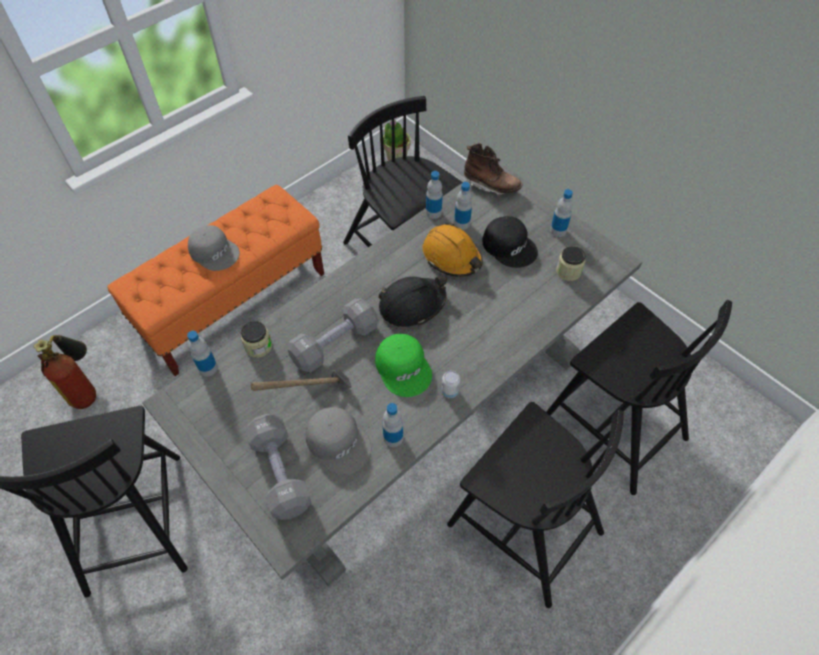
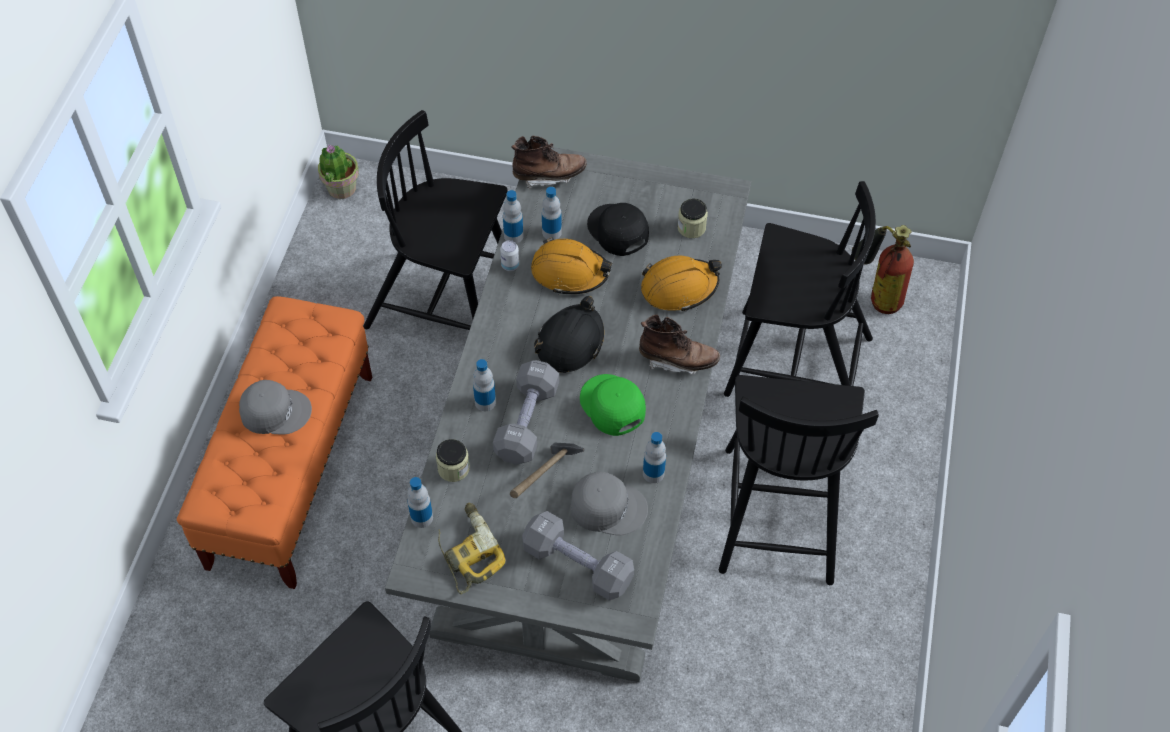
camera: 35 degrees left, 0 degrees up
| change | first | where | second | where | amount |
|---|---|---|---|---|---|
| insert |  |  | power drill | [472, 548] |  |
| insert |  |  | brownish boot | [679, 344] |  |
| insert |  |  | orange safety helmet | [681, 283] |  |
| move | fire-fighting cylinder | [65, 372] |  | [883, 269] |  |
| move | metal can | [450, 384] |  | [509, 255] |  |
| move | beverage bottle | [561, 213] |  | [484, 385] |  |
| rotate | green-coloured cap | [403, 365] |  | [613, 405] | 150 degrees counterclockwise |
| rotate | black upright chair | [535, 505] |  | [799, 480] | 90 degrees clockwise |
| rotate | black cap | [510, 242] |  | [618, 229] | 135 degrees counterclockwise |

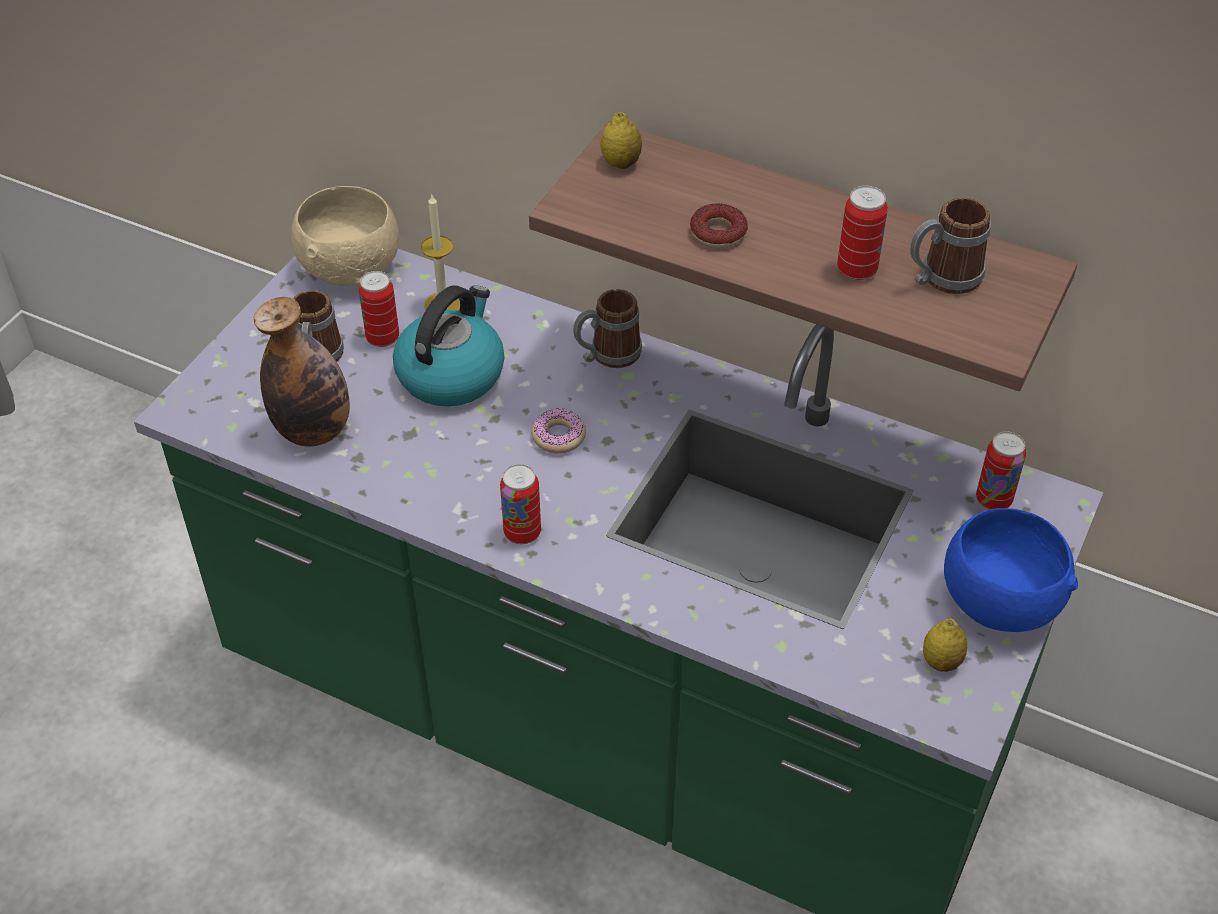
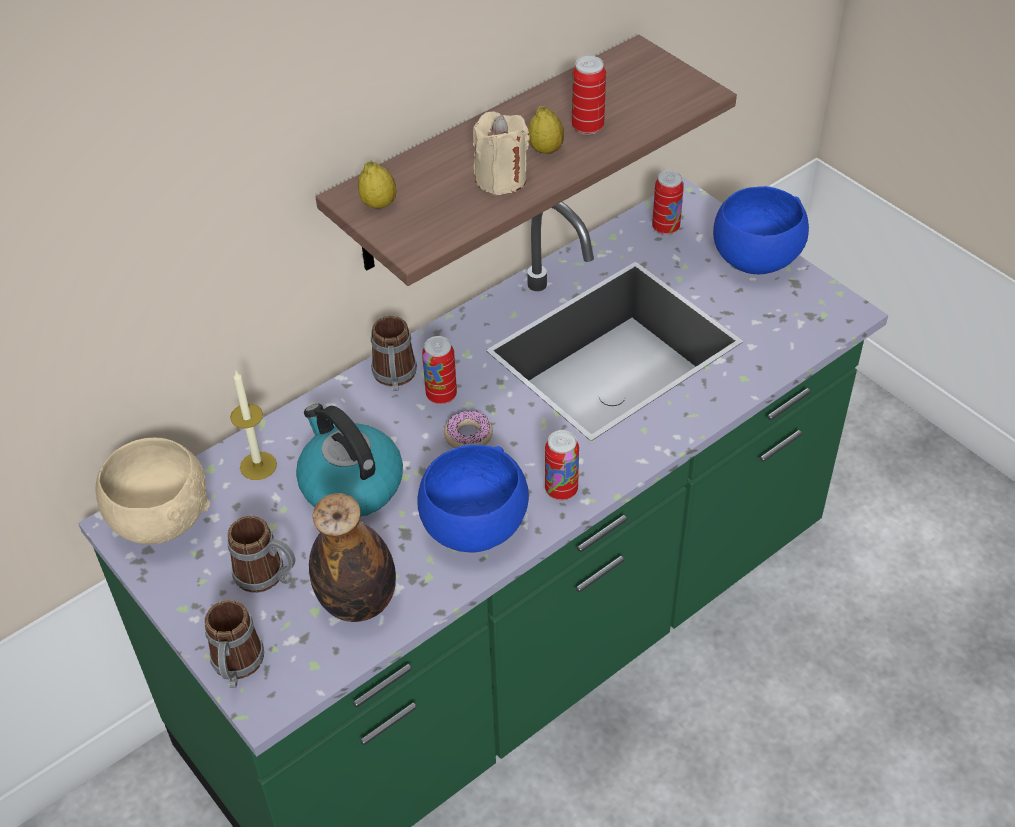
camera: 65 degrees left, 0 degrees up
| change | first | where | second | where | amount |
|---|---|---|---|---|---|
| insert |  |  | blue serving bowl | [473, 498] |  |
| move | metal can | [379, 309] |  | [439, 370] |  |
| move | tea mug | [950, 245] |  | [234, 644] |  |
| move | whole lemon | [945, 645] |  | [546, 130] |  |
| replace | ring doughnut | [719, 225] | sand-coloured wax light | [501, 153] |  |

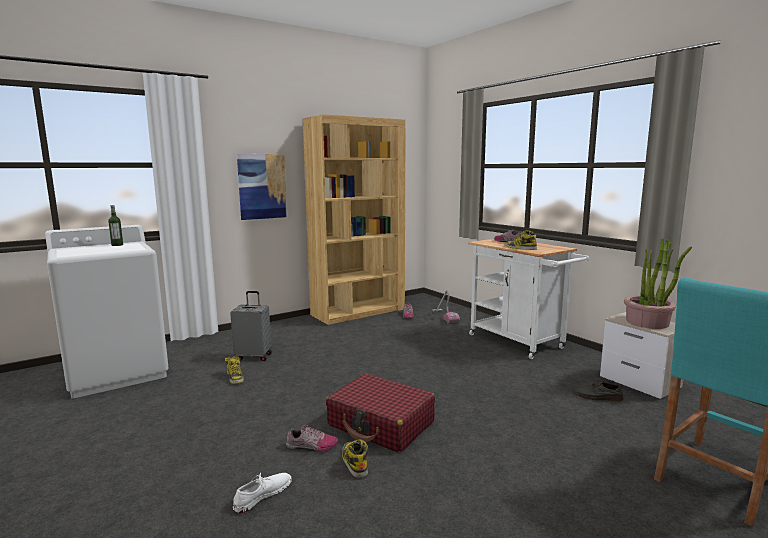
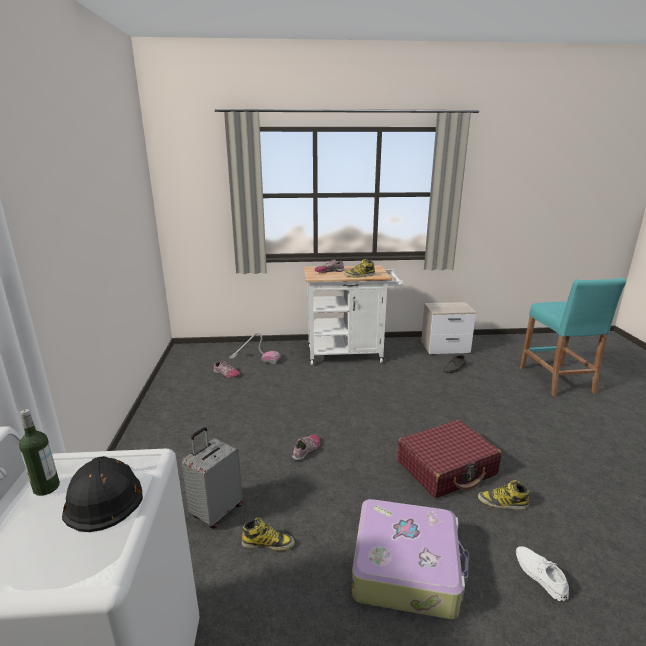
camera: 60 degrees left, 10 degrees up
| change | first | where | second | where | amount |
|---|---|---|---|---|---|
| delete | wall picture | [262, 187] |  |  |  |
| delete | brownish bookshelf | [354, 219] |  |  |  |
| delete | houseplant | [658, 283] |  |  |  |
| insert |  |  | black safety helmet | [102, 494] |  |
| insert |  |  | piece of luggage | [410, 559] |  |
| move | item of footwear | [312, 438] |  | [306, 447] |  |

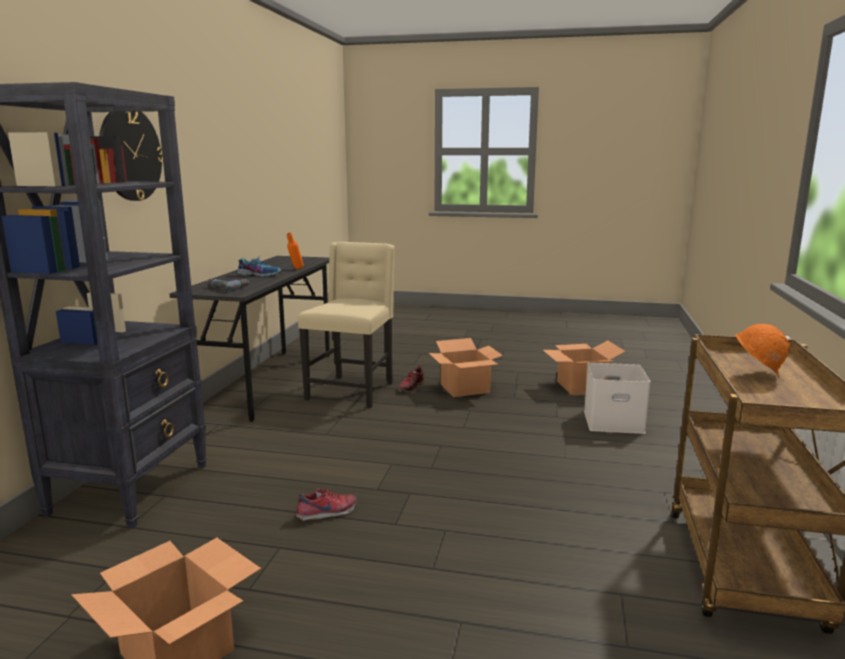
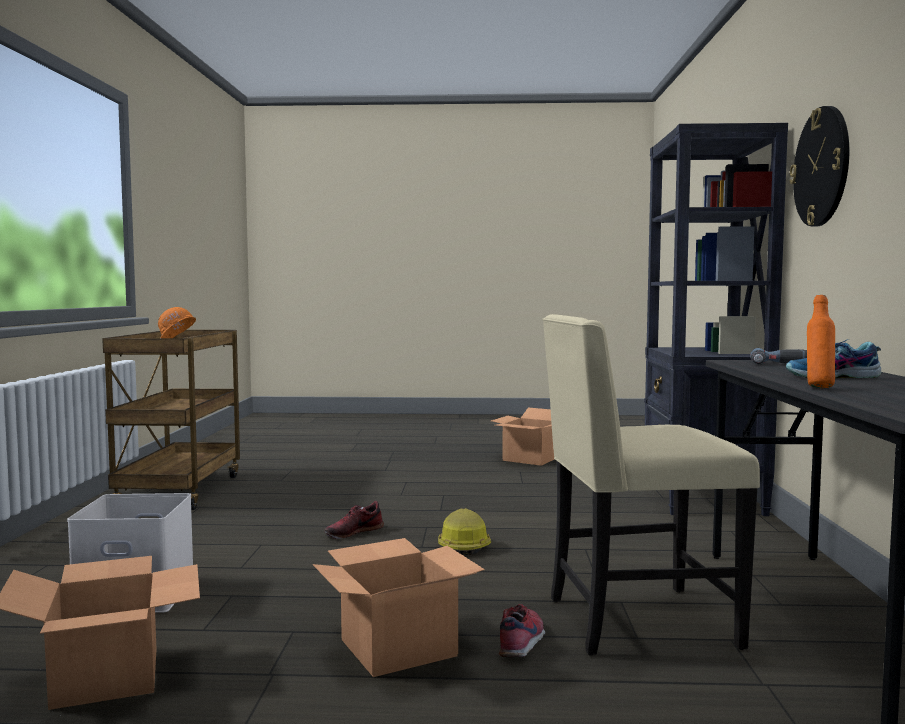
camera: 170 degrees right, 10 degrees down
| change | first | where | second | where | amount |
|---|---|---|---|---|---|
| insert |  |  | safety helmet | [464, 532] |  |
| move | item of footwear | [326, 505] |  | [354, 520] |  |
| rotate | sand-coloured upright chair | [346, 325] |  | [651, 485] | 75 degrees clockwise |

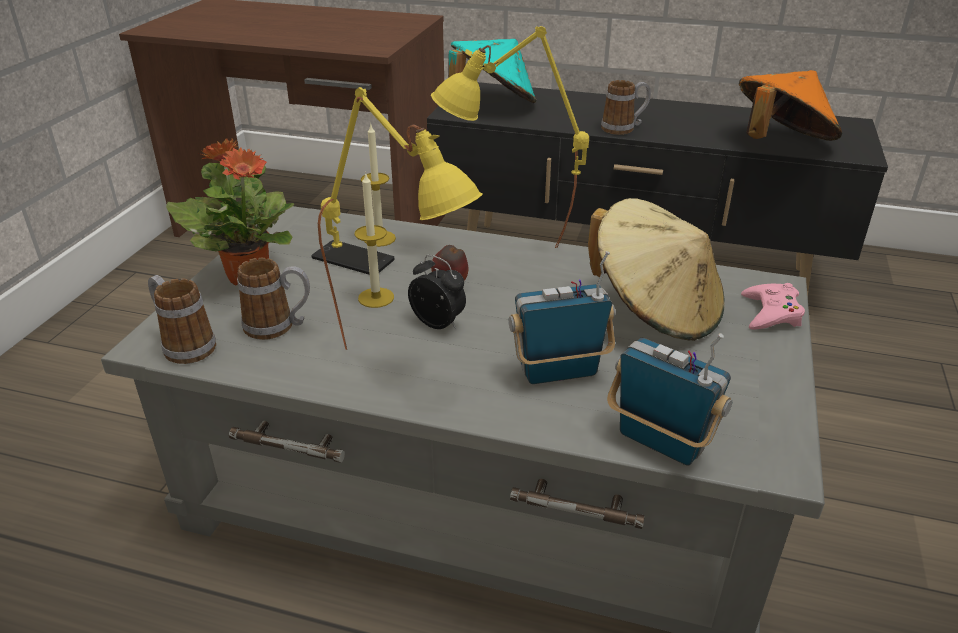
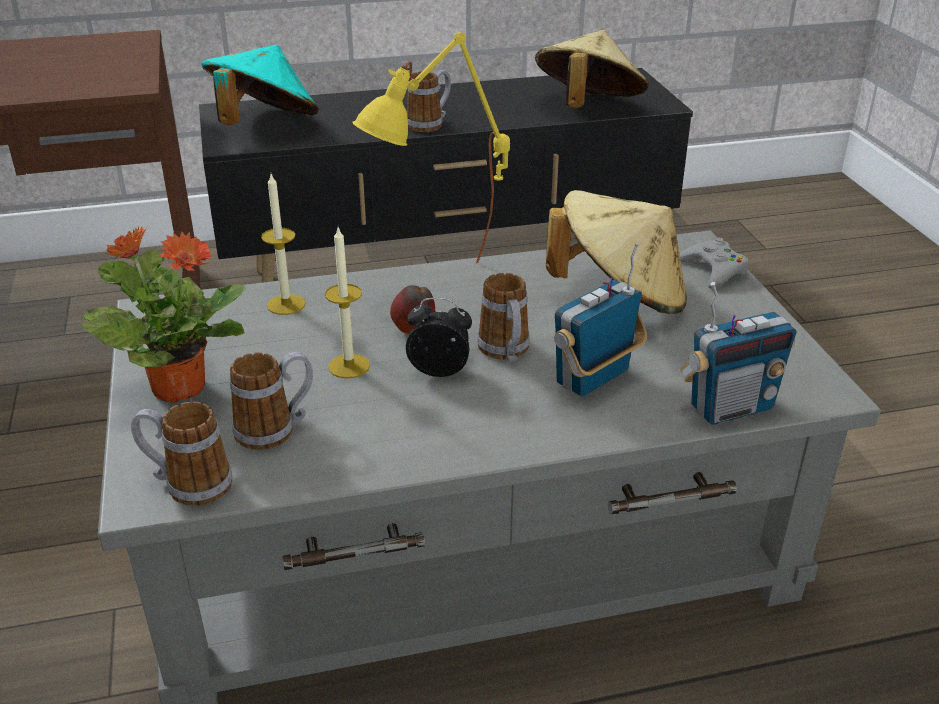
camera: 30 degrees left, 0 degrees up
| change | first | where | second | where | amount |
|---|---|---|---|---|---|
| delete | phone | [352, 257] |  |  |  |
| delete | yellow-coloured tabletop lamp | [400, 218] |  |  |  |
| insert |  |  | tea mug | [503, 317] |  |
| recolor | orange wearable hat | [790, 105] | sand-coloured wearable hat | [592, 69] |  |
| recolor | pinkish joypad | [773, 306] | grey joypad | [714, 263] |  |
| rotate | radio | [669, 399] |  | [738, 353] | 150 degrees clockwise |

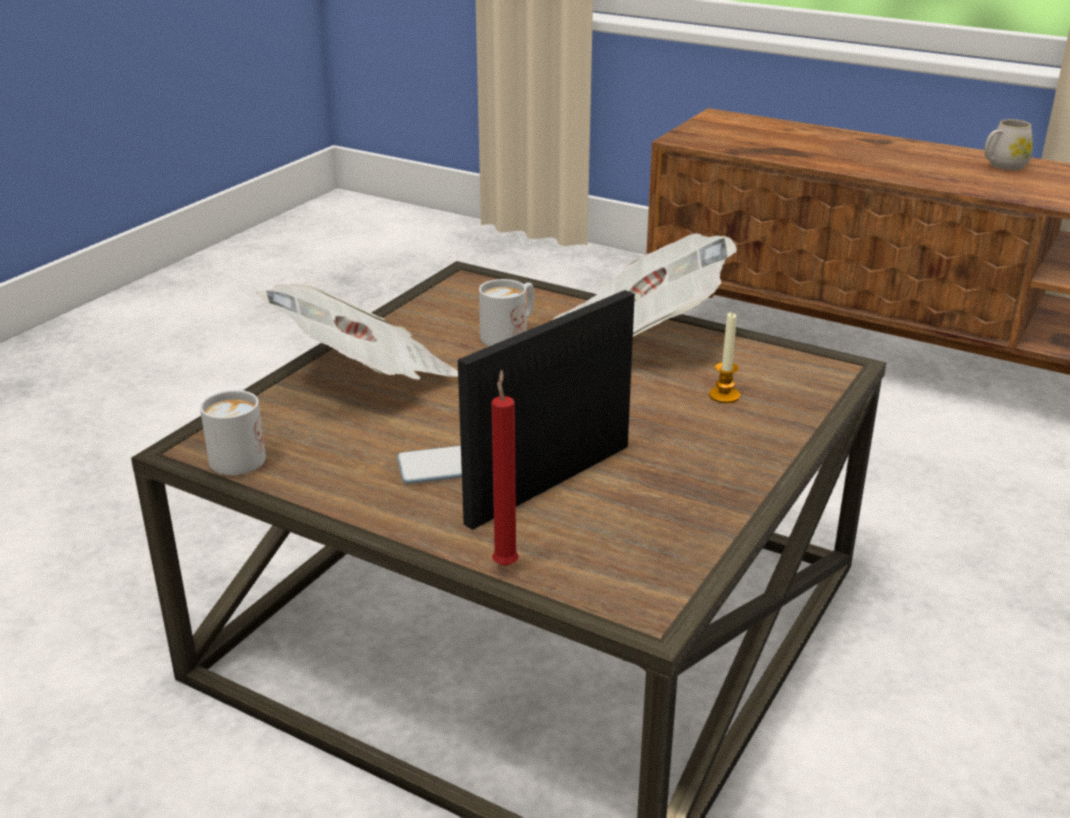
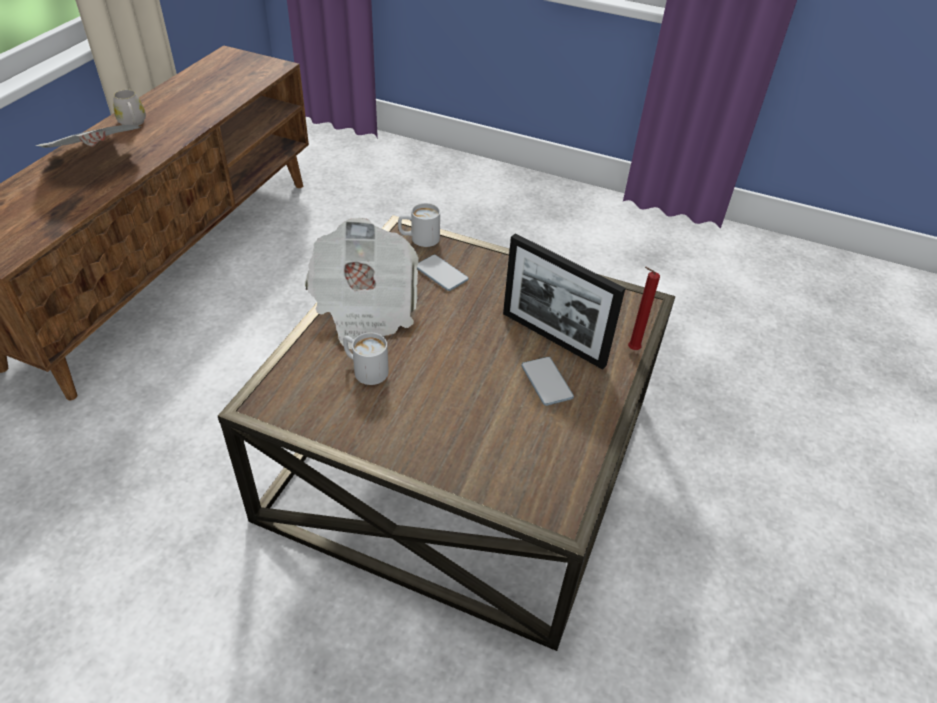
camera: 100 degrees left, 15 degrees up
| change | first | where | second | where | amount |
|---|---|---|---|---|---|
| move | whitish tea mug | [233, 431] |  | [419, 225] |  |
| move | newspaper | [357, 332] |  | [88, 136] |  |
| replace | wax light | [724, 358] | phone | [443, 273] |  |

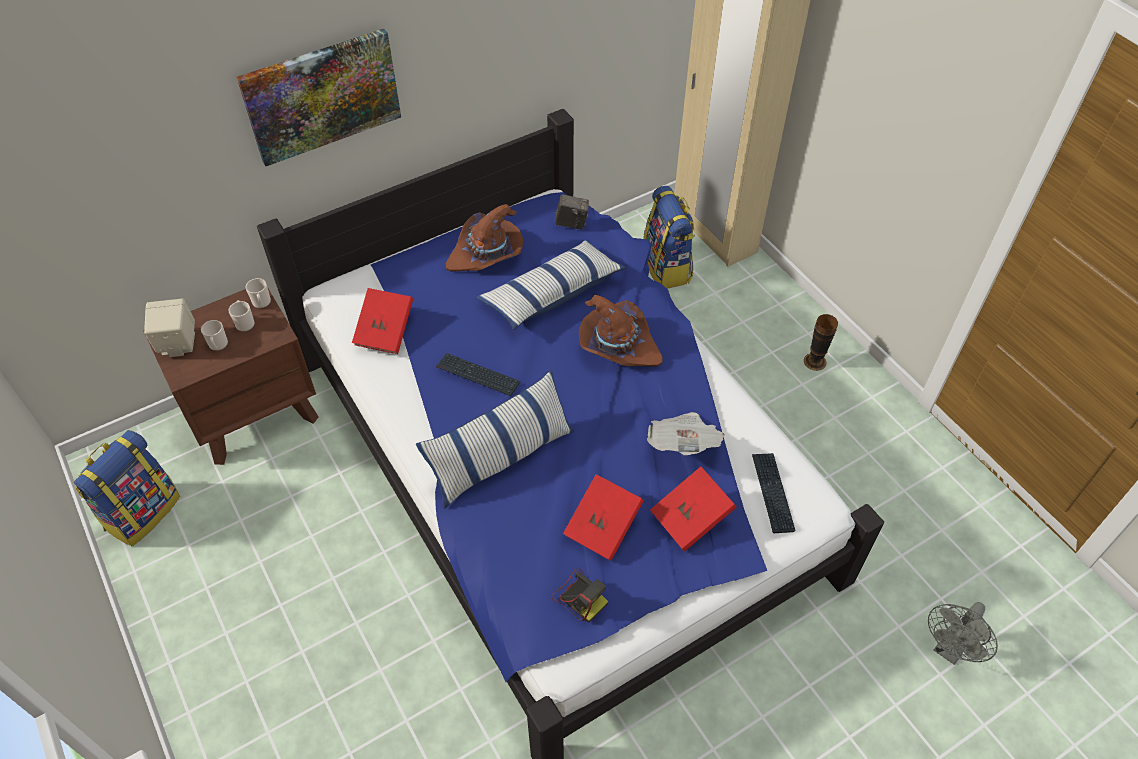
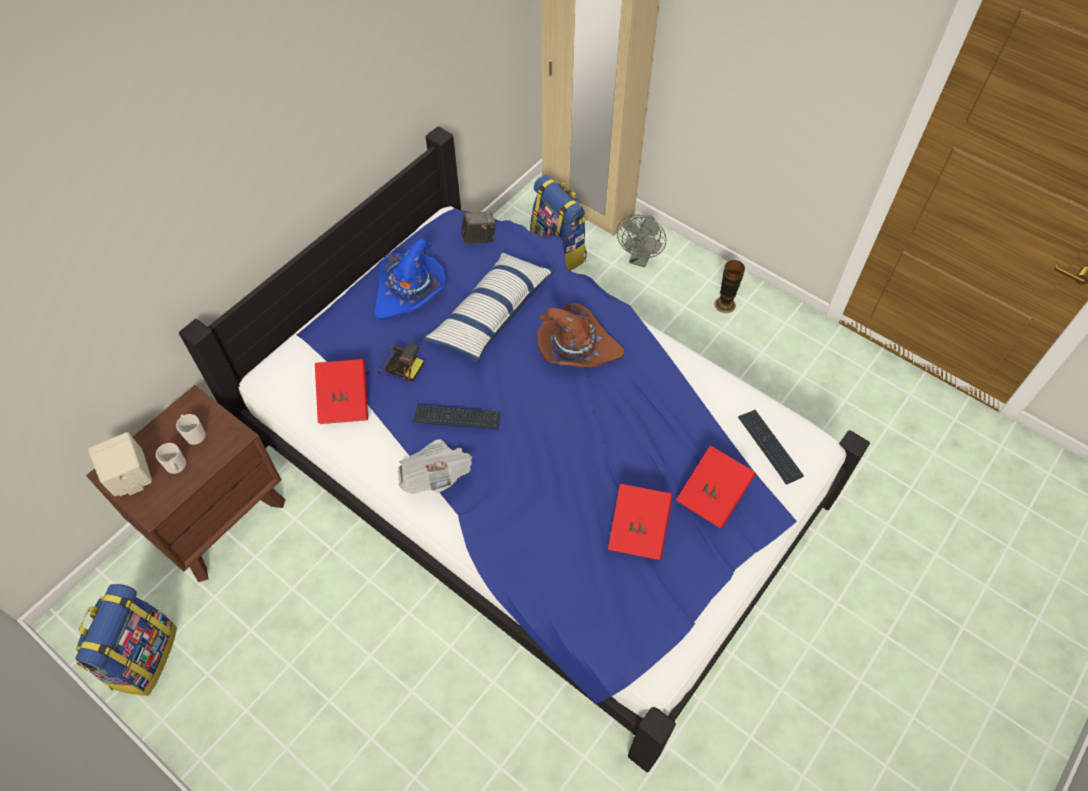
camera: 20 degrees left, 5 degrees up
| change | first | where | second | where | amount |
|---|---|---|---|---|---|
| delete | wall picture | [318, 97] |  |  |  |
| delete | tea mug | [258, 293] |  |  |  |
| delete | cushion | [495, 439] |  |  |  |
| move | photo camera | [579, 596] |  | [400, 362] |  |
| move | newspaper | [686, 433] |  | [435, 466] |  |
| move | grey fan | [963, 633] |  | [642, 240] |  |
| recolor | brownish wearable hat | [484, 238] | blue wearable hat | [410, 279] |  |

